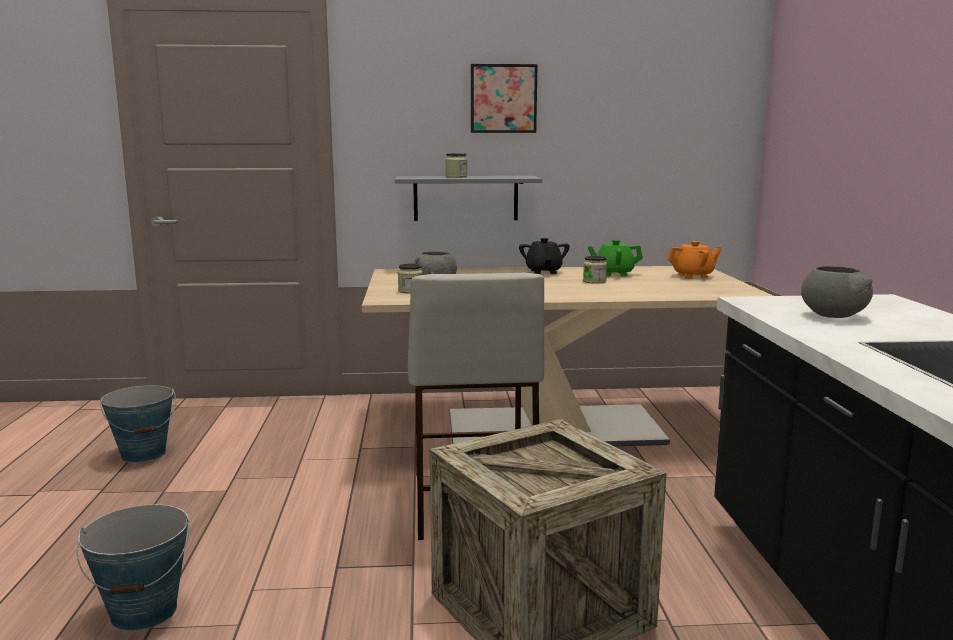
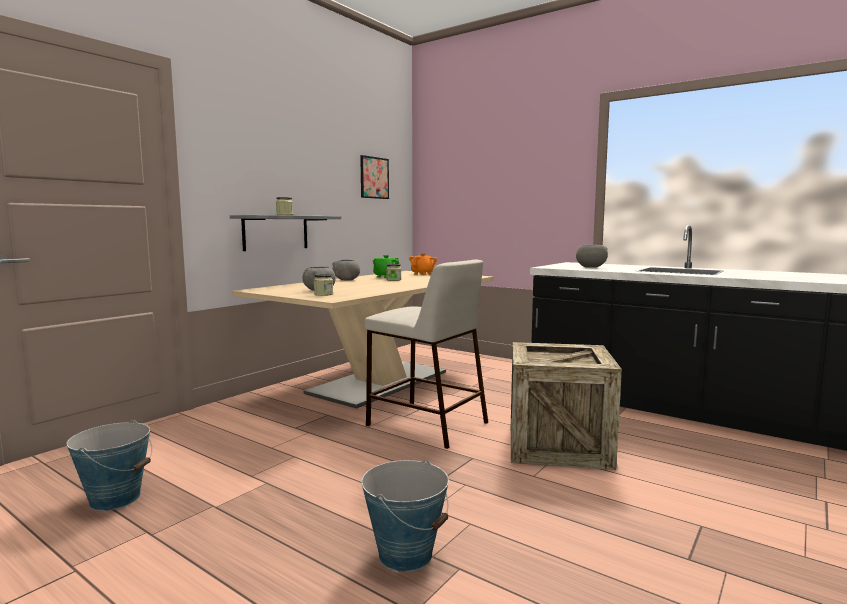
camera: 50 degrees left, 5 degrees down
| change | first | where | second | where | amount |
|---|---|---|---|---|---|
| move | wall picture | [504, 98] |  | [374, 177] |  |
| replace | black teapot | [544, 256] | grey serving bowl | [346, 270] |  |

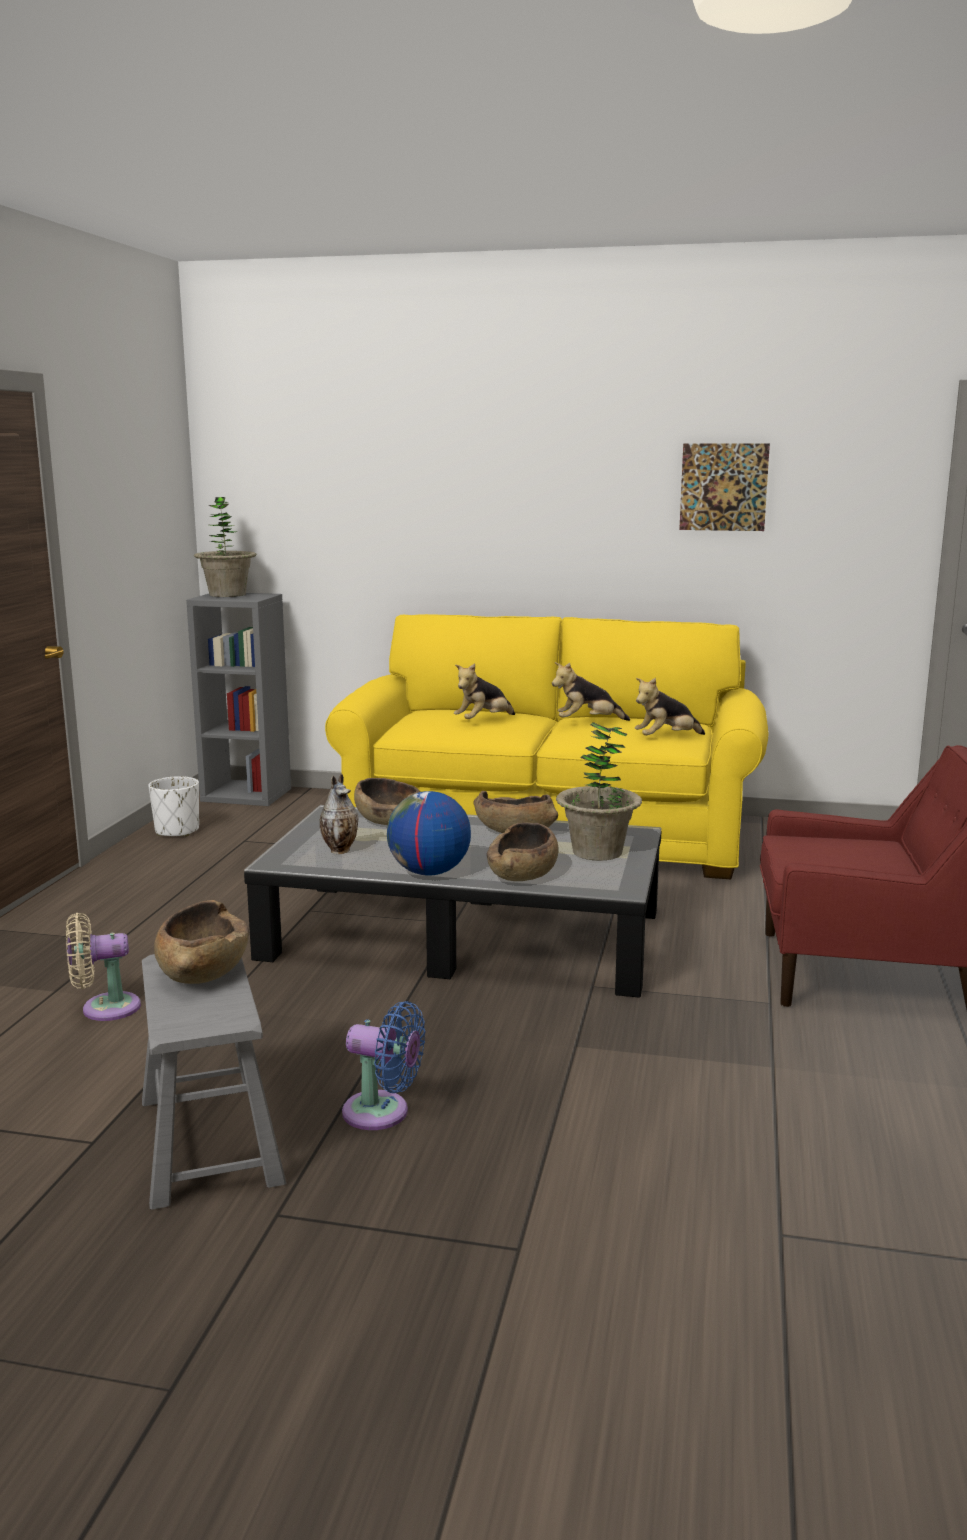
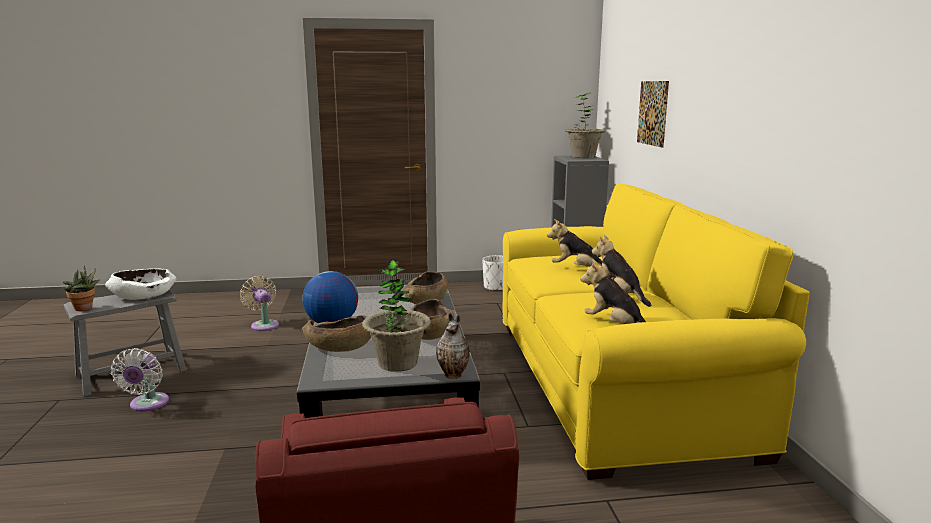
camera: 70 degrees right, 0 degrees up
| change | first | where | second | where | amount |
|---|---|---|---|---|---|
| insert |  |  | houseplant | [81, 288] |  |
| move | decorative vase | [339, 814] |  | [453, 346] |  |
| move | wall picture | [724, 487] |  | [653, 114] |  |
| recolor | brownish serving bowl | [201, 942] | whitish serving bowl | [140, 284] |  |
| recolor | blue fan | [383, 1065] | whitish fan | [140, 380] |  |

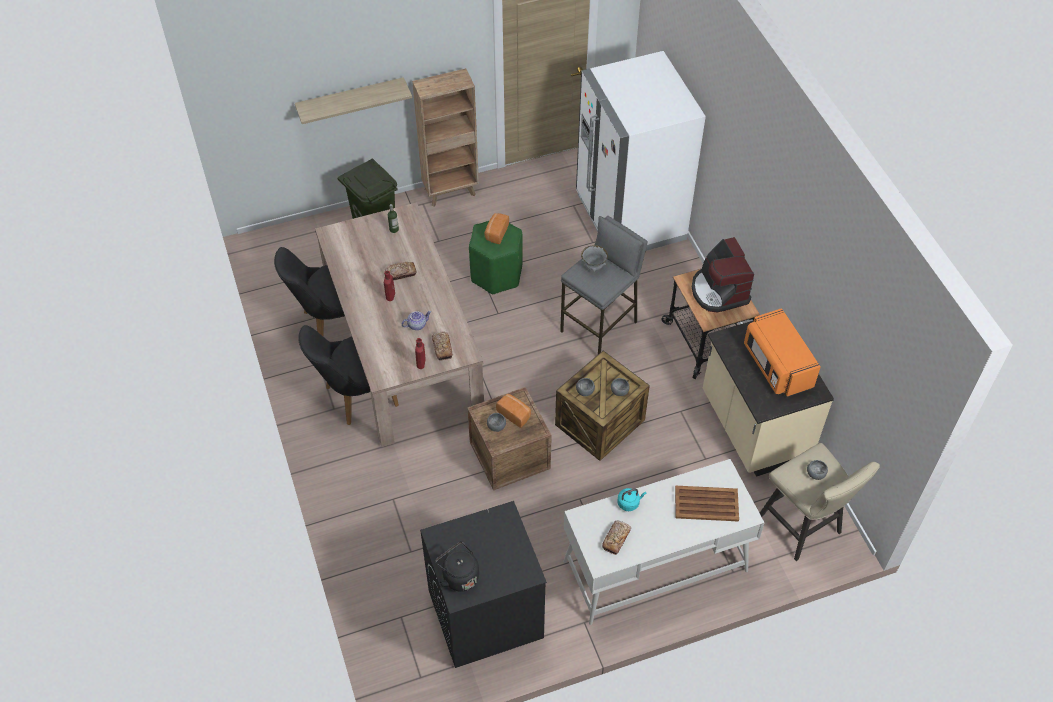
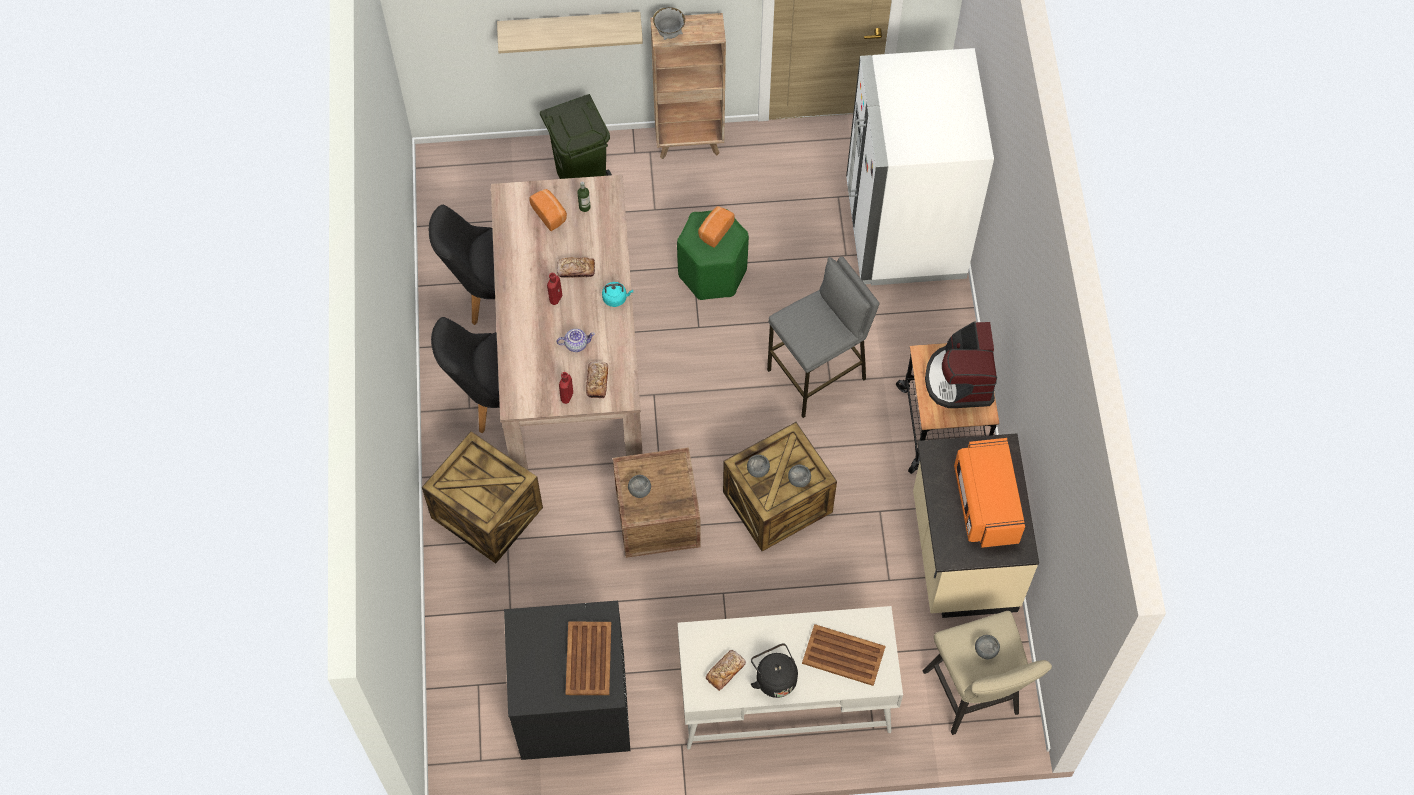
camera: 15 degrees right, 10 degrees up
| change | first | where | second | where | amount |
|---|---|---|---|---|---|
| insert |  |  | crate | [482, 497] |  |
| insert |  |  | brownish carrying tray | [588, 658] |  |
| move | black kettle | [457, 566] |  | [774, 670] |  |
| move | bakery bread | [513, 411] |  | [548, 210] |  |
| move | grey serving bowl | [594, 258] |  | [669, 23] |  |
| move | blue-green kettle | [632, 499] |  | [617, 294] |  |

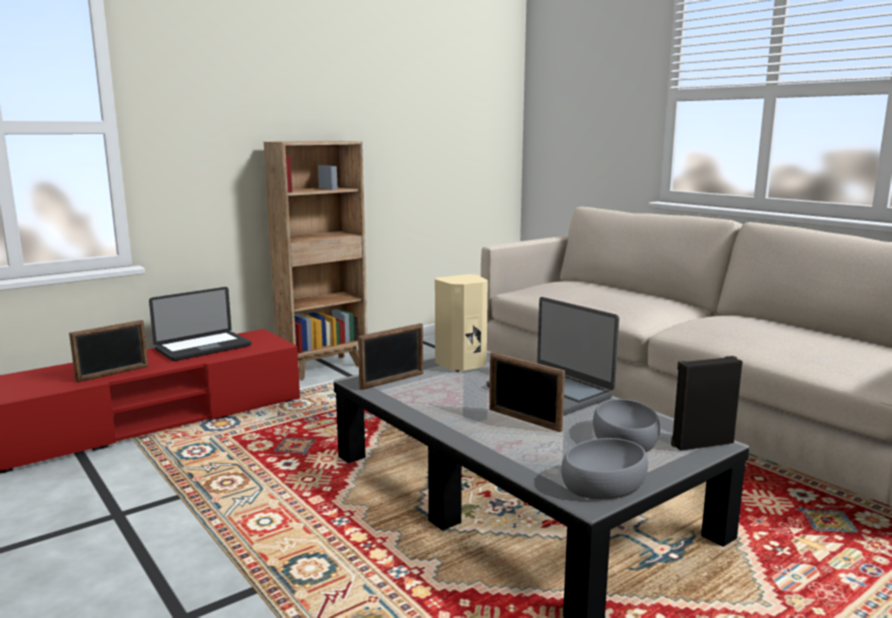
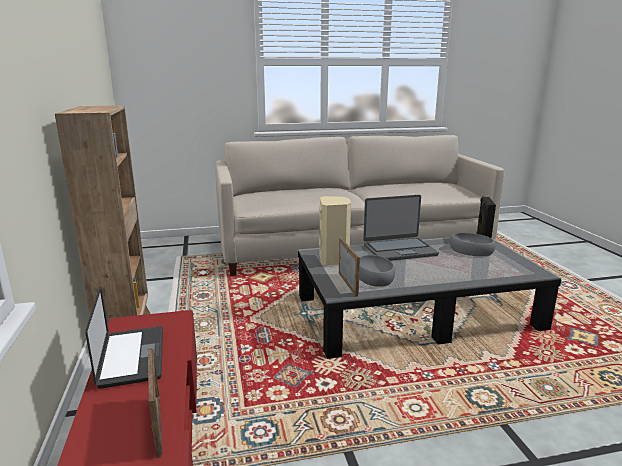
camera: 65 degrees left, 5 degrees up
| change | first | where | second | where | amount |
|---|---|---|---|---|---|
| delete | picture frame | [527, 392] |  |  |  |
| move | grey serving bowl | [604, 468] |  | [377, 271] |  |

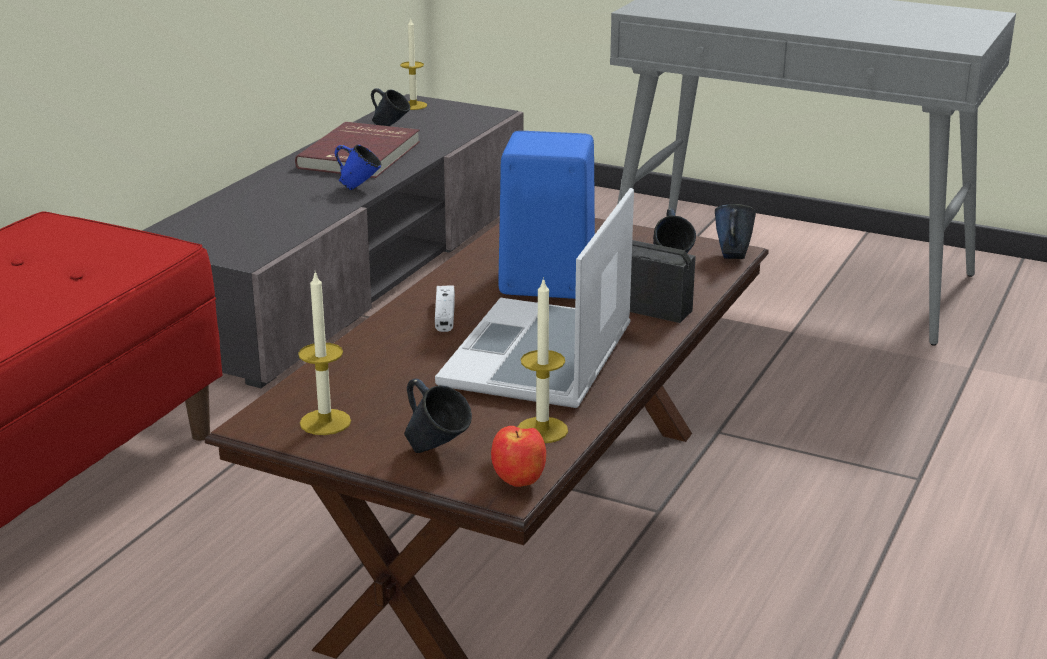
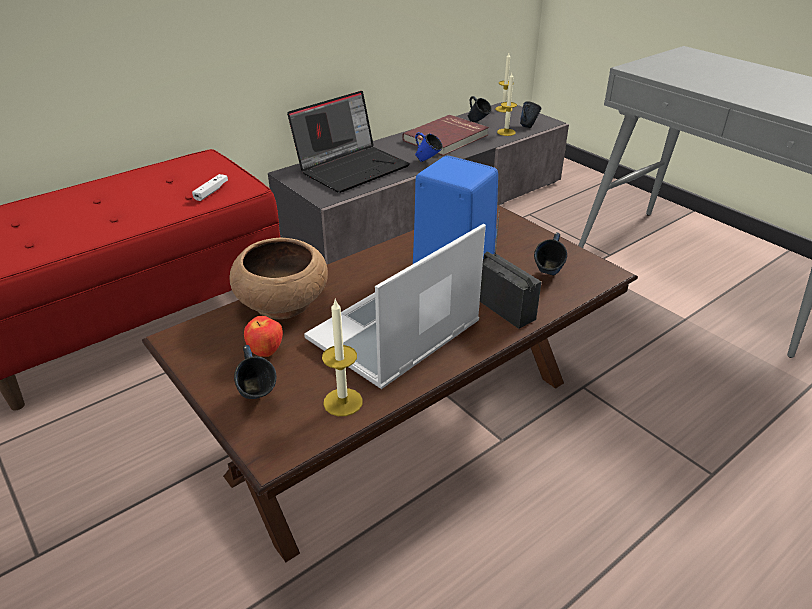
camera: 25 degrees right, 10 degrees up
| change | first | where | second | where | amount |
|---|---|---|---|---|---|
| insert |  |  | brownish serving bowl | [278, 278] |  |
| insert |  |  | portable computer | [348, 142] |  |
| move | wax light | [324, 353] |  | [507, 104] |  |
| move | whitish joypad | [445, 309] |  | [210, 187] |  |
| move | apple fruit | [518, 456] |  | [263, 336] |  |
| move | blue tea mug | [735, 231] |  | [531, 114] |  |

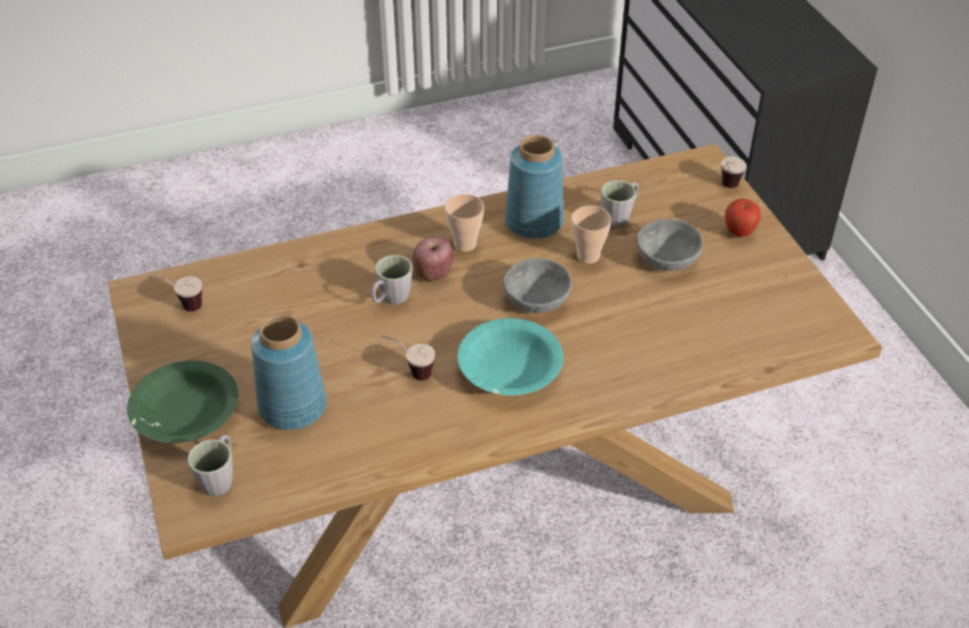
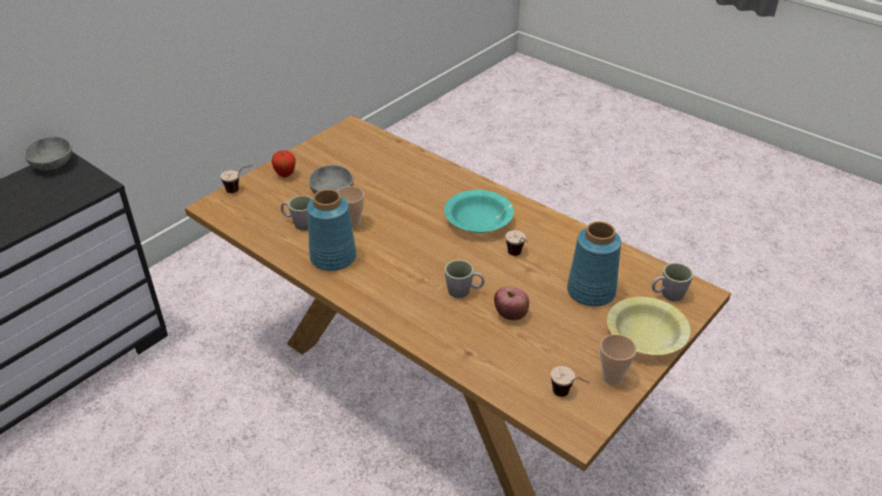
camera: 120 degrees left, 5 degrees down
| change | first | where | second | where | amount |
|---|---|---|---|---|---|
| move | apple fruit | [433, 259] |  | [511, 303] |  |
| move | small cup | [464, 223] |  | [618, 359] |  |
| move | grey serving bowl | [537, 285] |  | [48, 153] |  |
| recolor | green-coloured serving bowl | [182, 401] | yellow-coloured serving bowl | [649, 326] |  |

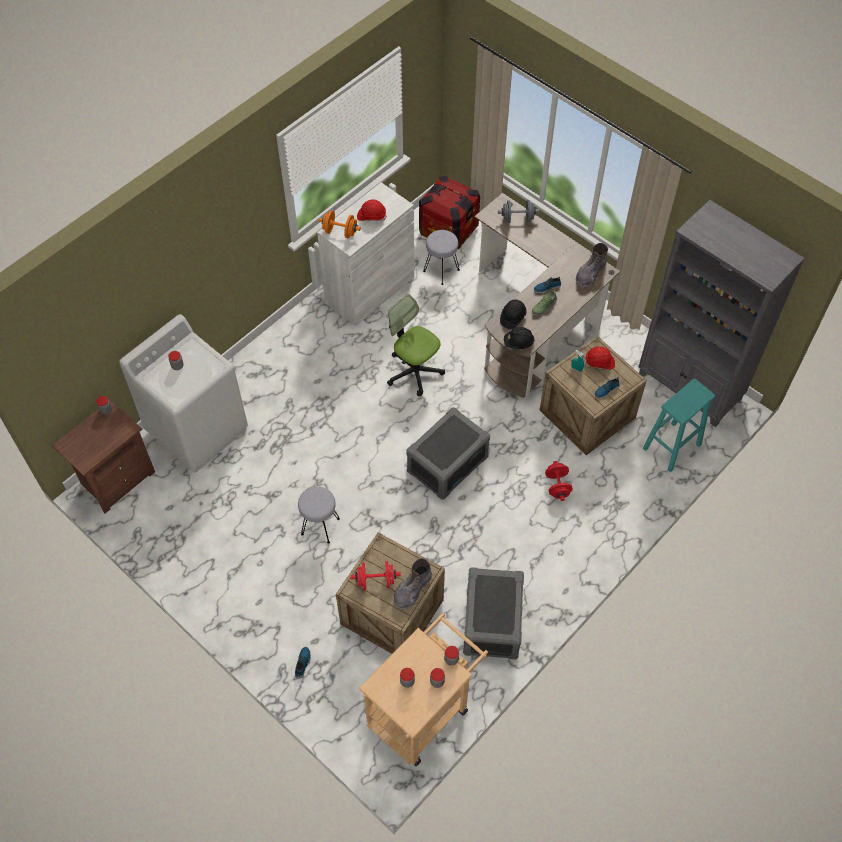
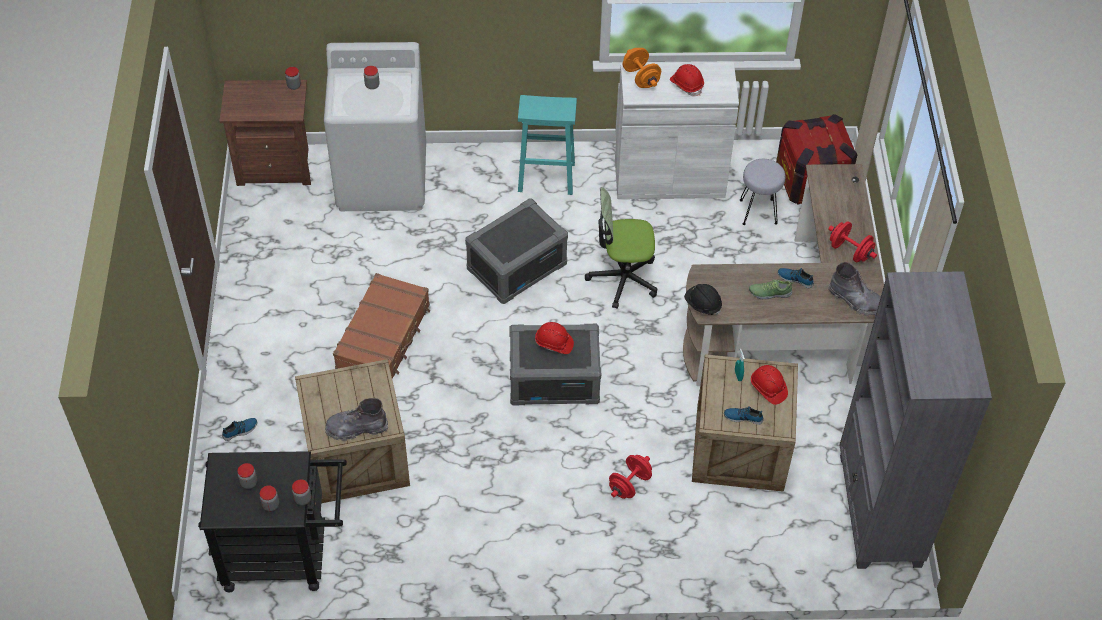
camera: 45 degrees right, 5 degrees down
| change | first | where | second | where | amount |
|---|---|---|---|---|---|
| delete | grey dumbbell | [518, 211] |  |  |  |
| delete | black safety helmet | [513, 314] |  |  |  |
| insert |  |  | red safety helmet | [554, 338] |  |
| move | red dumbbell | [376, 575] |  | [852, 241] |  |
| move | grey storage bin | [493, 613] |  | [516, 251] |  |
| move | blue-green sitting stool | [679, 425] |  | [547, 145] |  |
| replace | grey sitting stool | [319, 515] | brownish piece of luggage | [381, 325] |  |
| recolor | sand-coloured cart | [423, 689] | black cart | [272, 521] |  |
| rotate | office chair | [416, 345] |  | [621, 248] | 90 degrees counterclockwise |
| rotate | grey boot | [592, 265] |  | [854, 289] | 135 degrees counterclockwise |

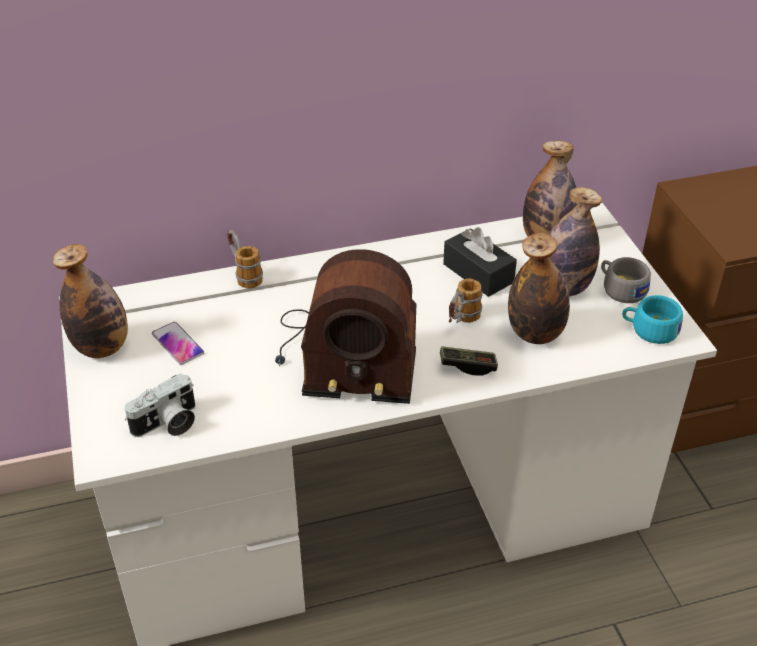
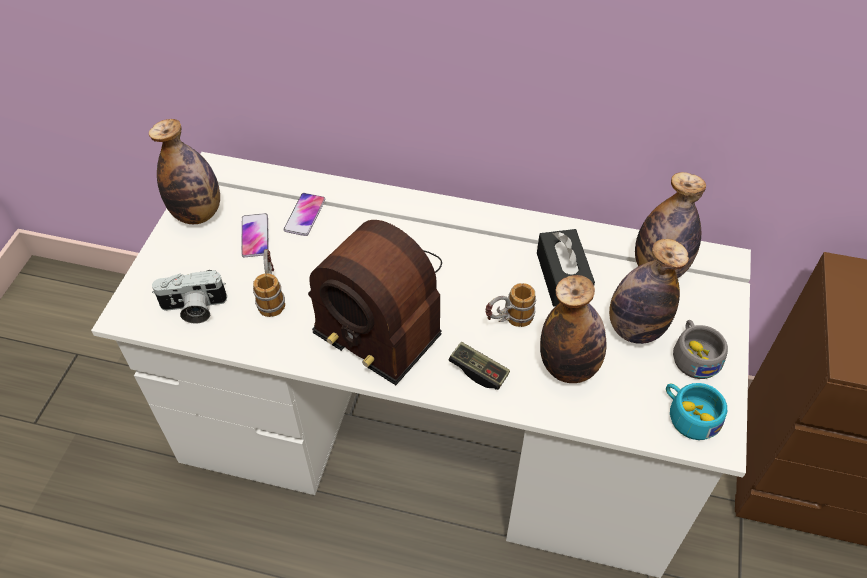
camera: 30 degrees right, 10 degrees up
| change | first | where | second | where | amount |
|---|---|---|---|---|---|
| insert |  |  | phone | [304, 214] |  |
| move | tea mug | [245, 259] |  | [269, 283] |  |

